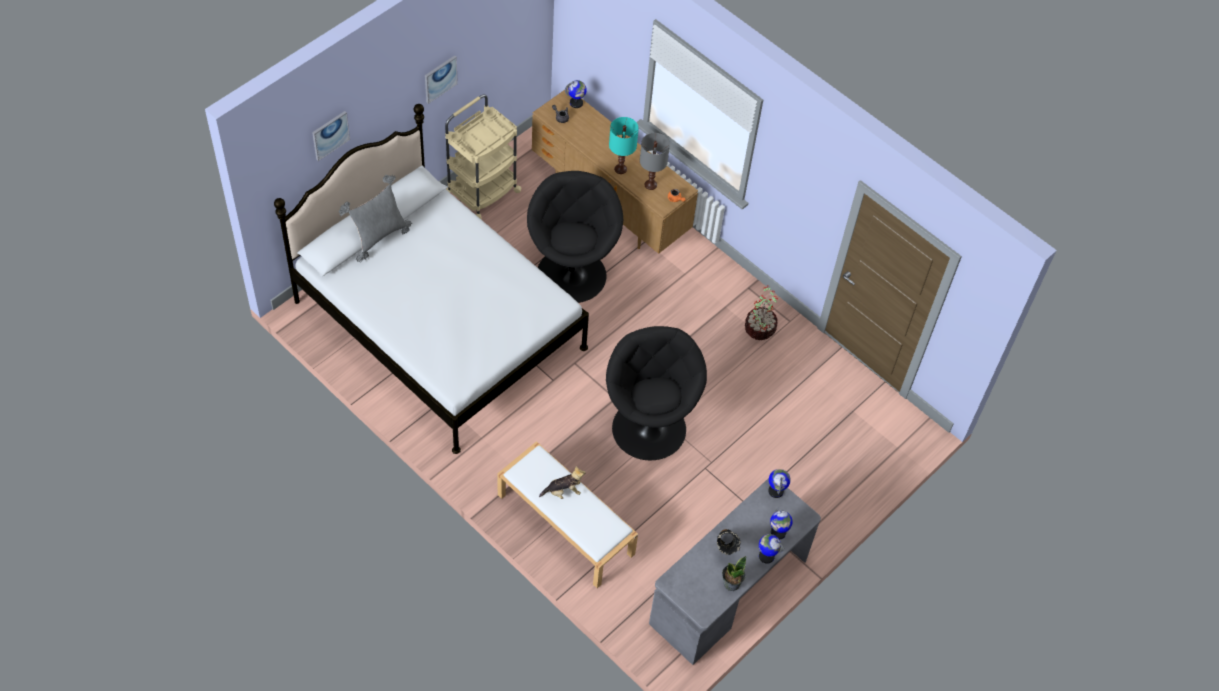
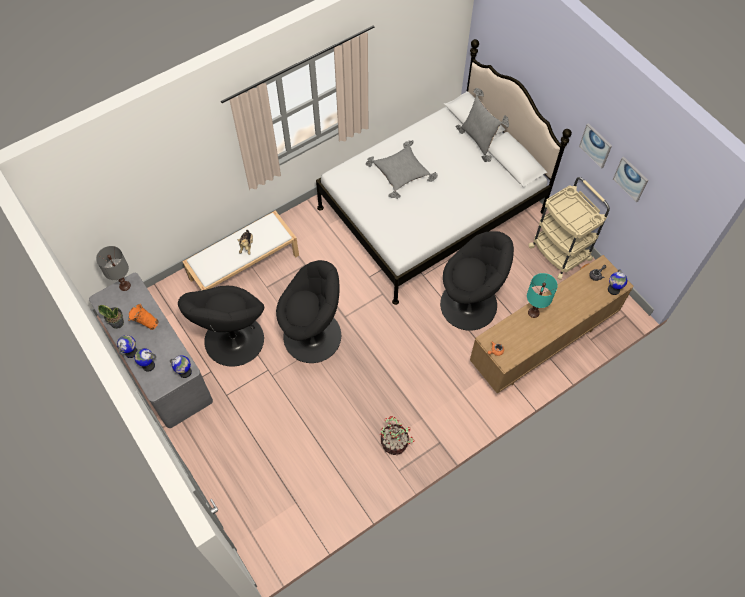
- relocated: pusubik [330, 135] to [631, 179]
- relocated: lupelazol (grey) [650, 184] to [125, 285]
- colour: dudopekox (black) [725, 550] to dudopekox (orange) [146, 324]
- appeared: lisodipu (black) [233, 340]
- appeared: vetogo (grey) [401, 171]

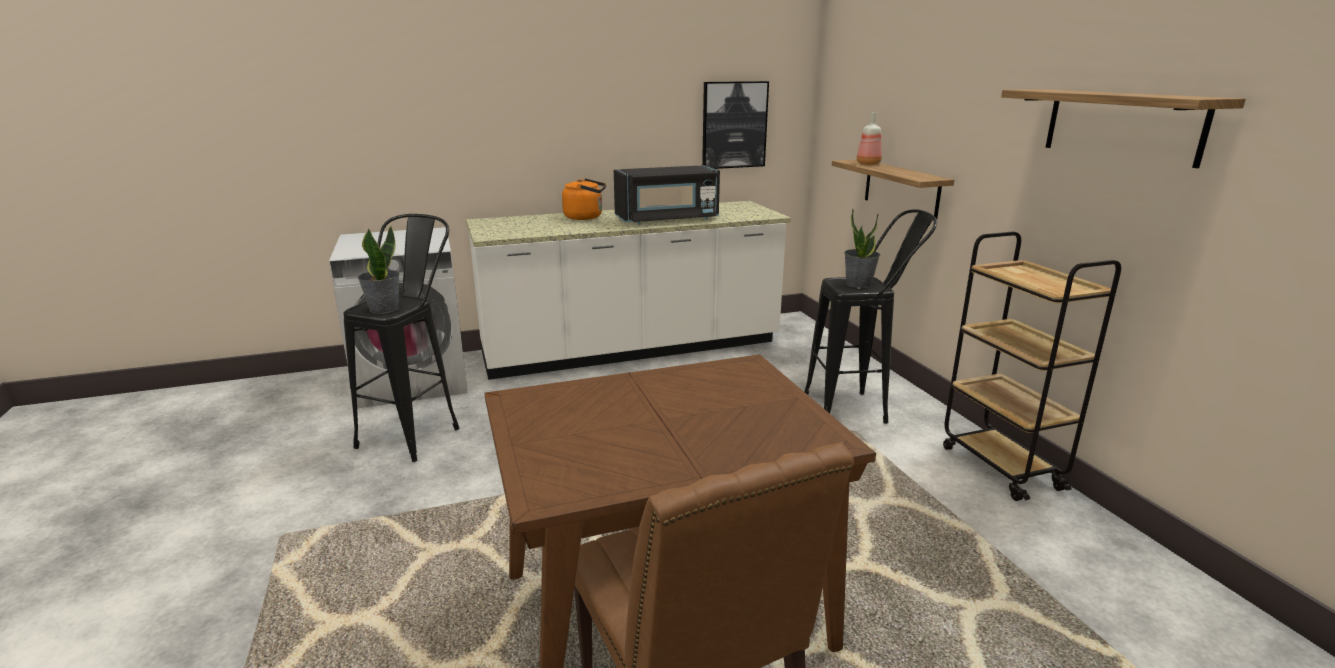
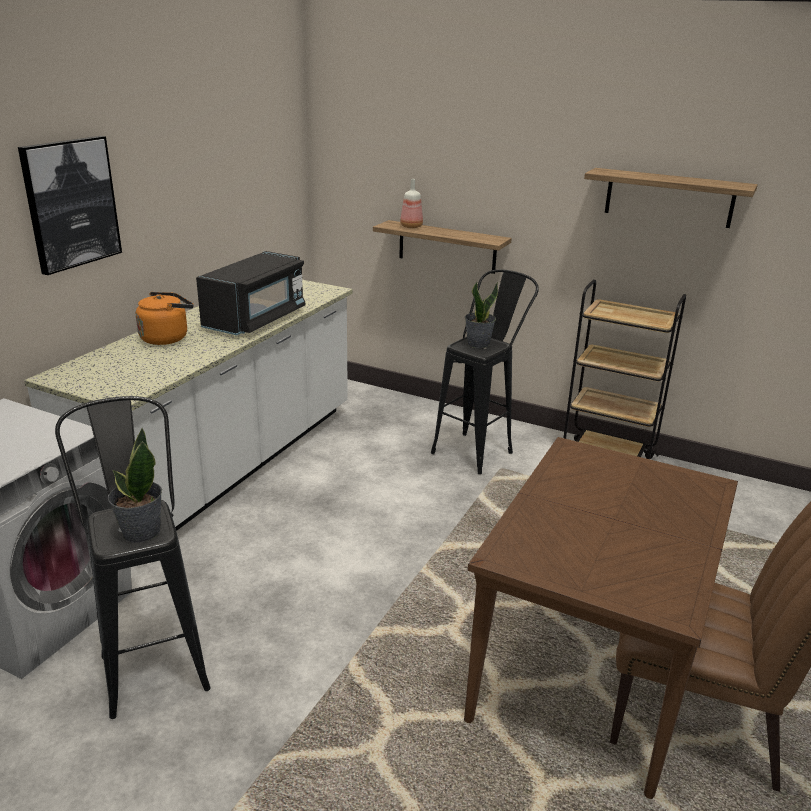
- relocated: pusubik [734, 125] to [71, 203]

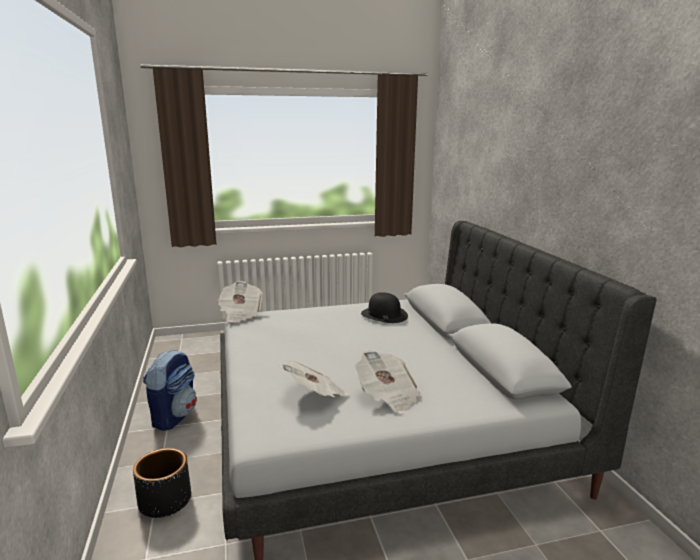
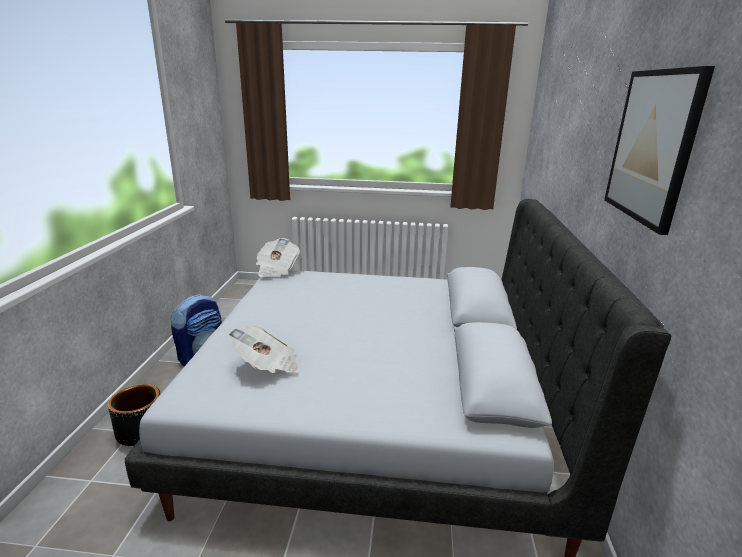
- missing: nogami [387, 396]
- missing: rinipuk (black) [384, 315]
- appeared: pusubik [652, 146]

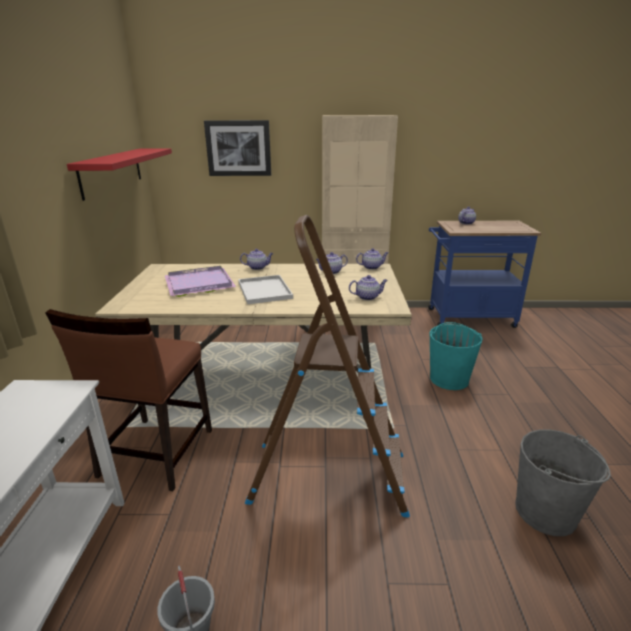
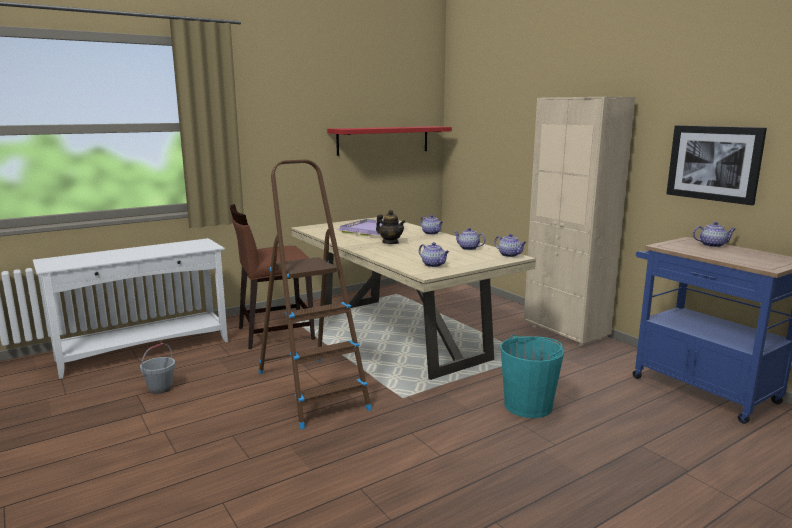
- relocated: pusubik [238, 148] to [714, 163]
- exchanged: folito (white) [263, 290] to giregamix [390, 243]
- missing: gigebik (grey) [546, 512]

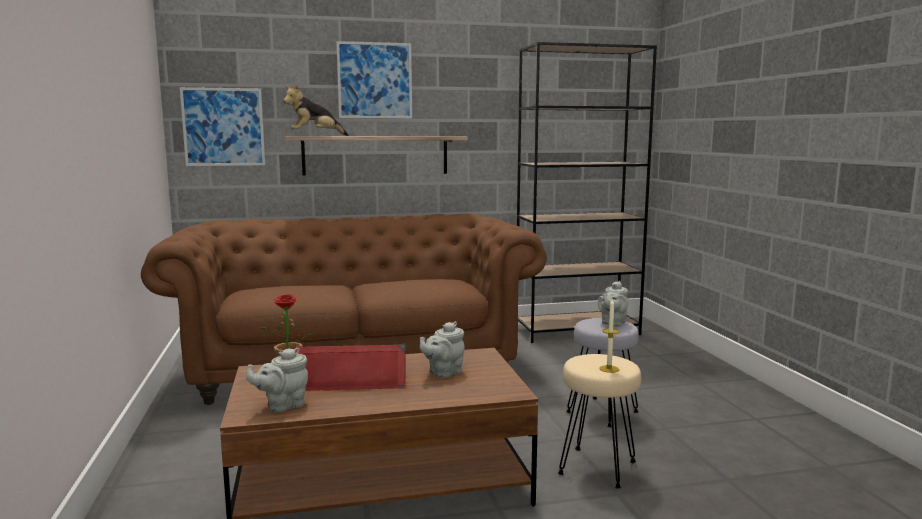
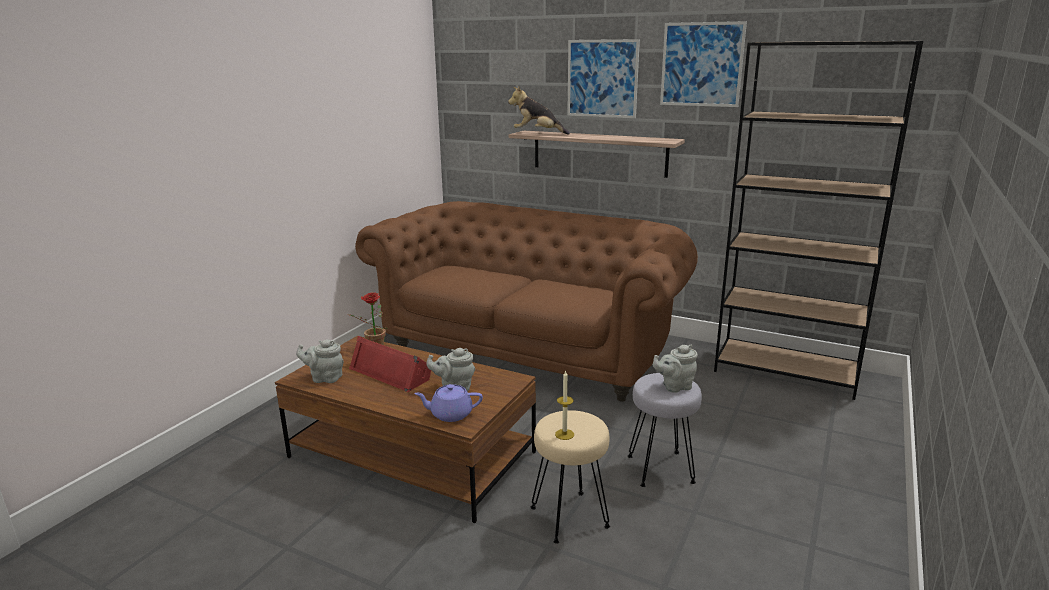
- relocated: pusubik [223, 127] to [701, 64]
- appeared: giregamix (purple) [450, 414]

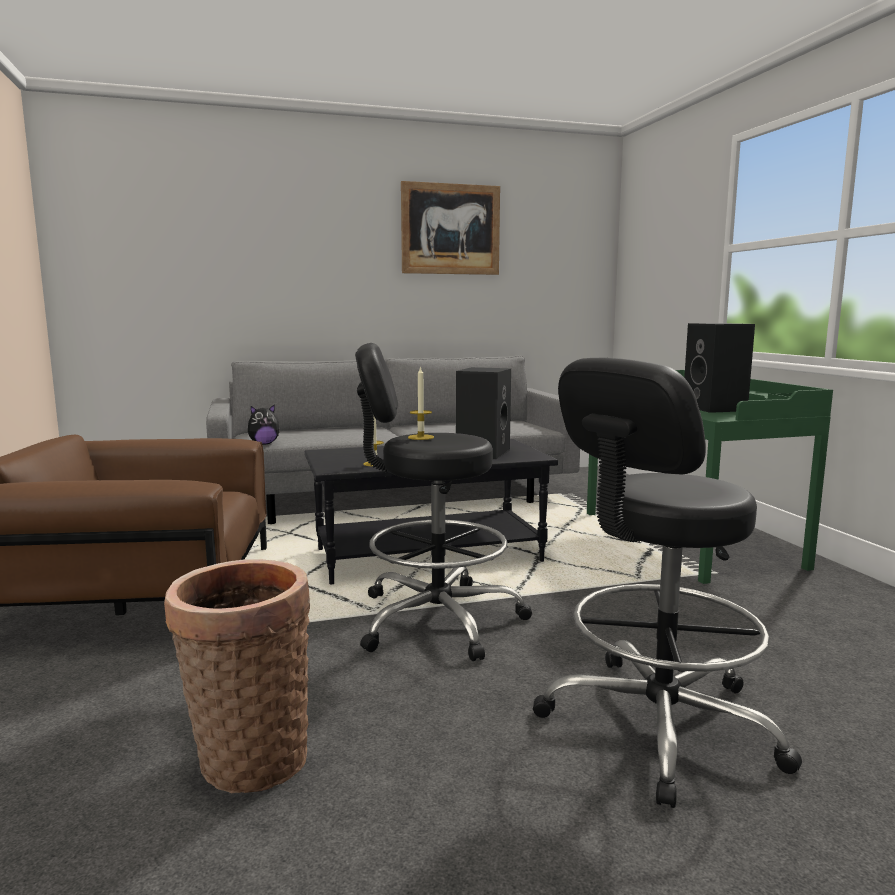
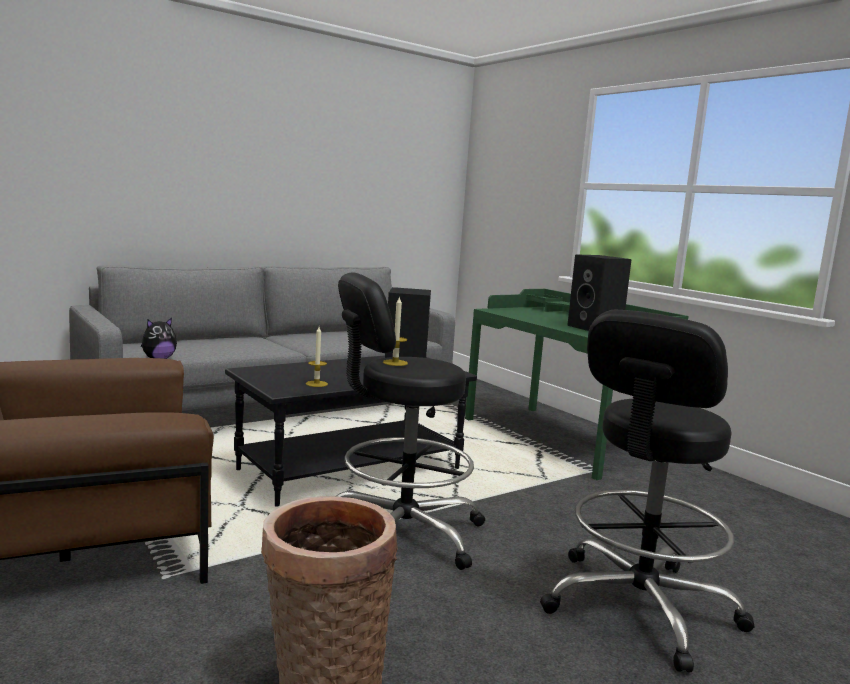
- missing: pusubik [450, 229]

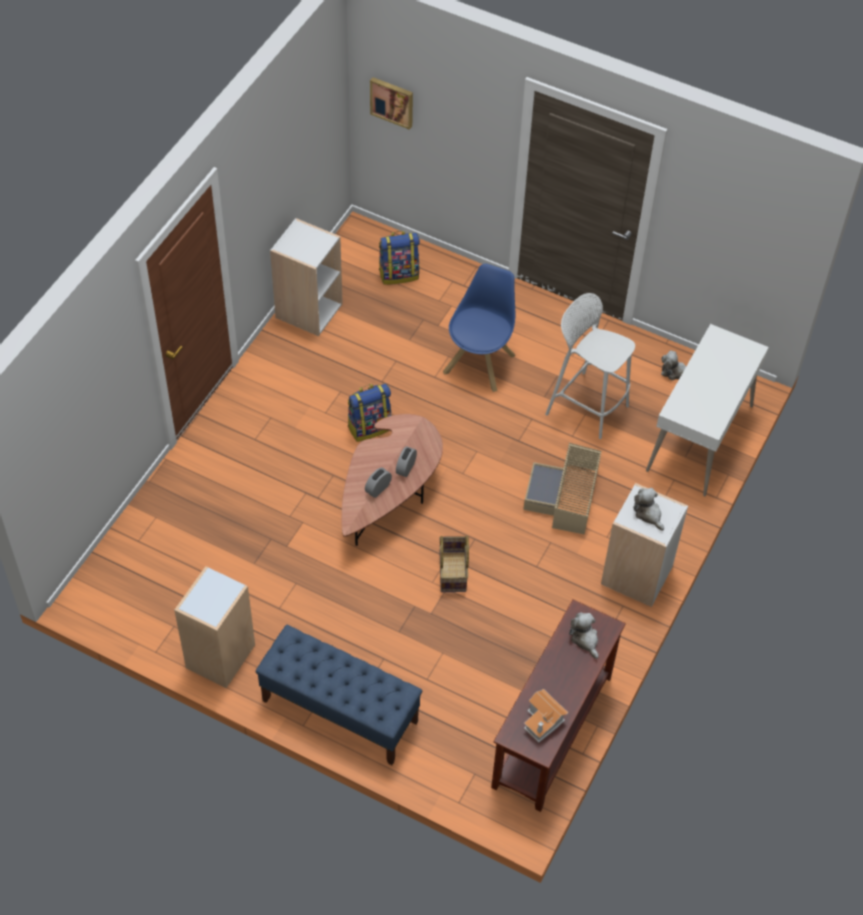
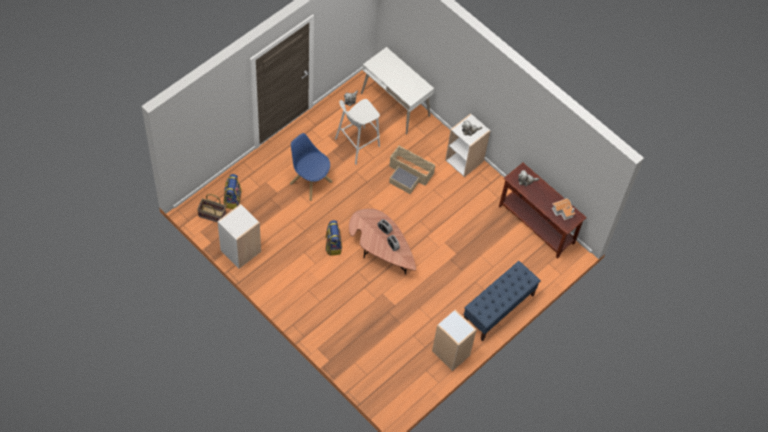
- missing: pusubik [392, 101]
- relocated: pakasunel [453, 572] to [212, 214]

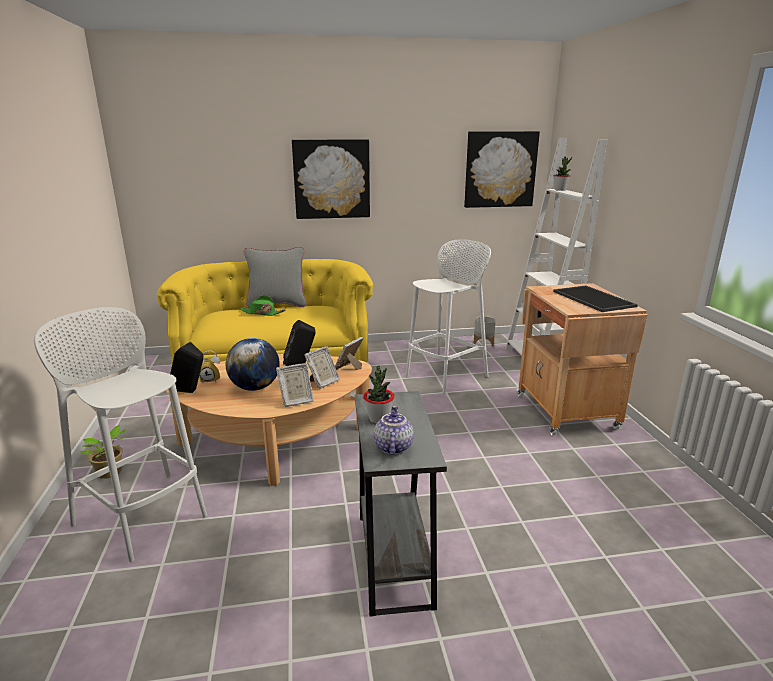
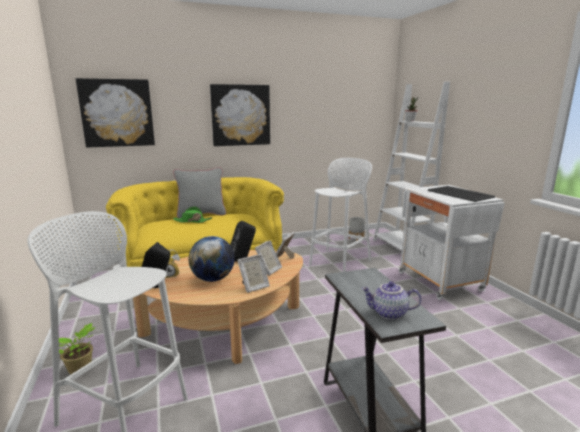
- missing: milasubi [379, 419]
- spun: giregamix [392, 446] = [389, 313] 75 degrees counterclockwise
- relocated: pusubik [500, 169] to [117, 113]
- colour: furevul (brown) [566, 413] to furevul (white) [440, 283]

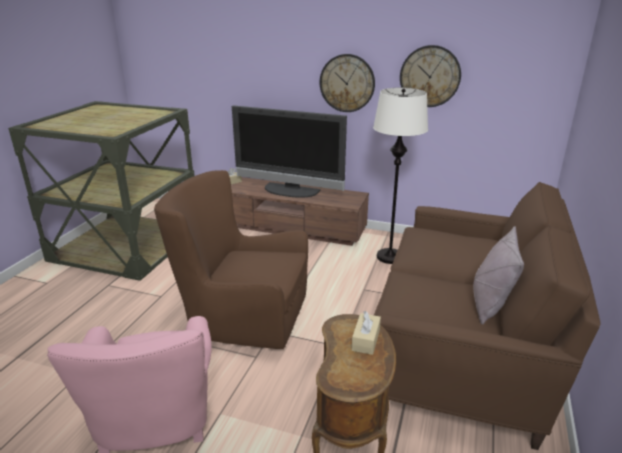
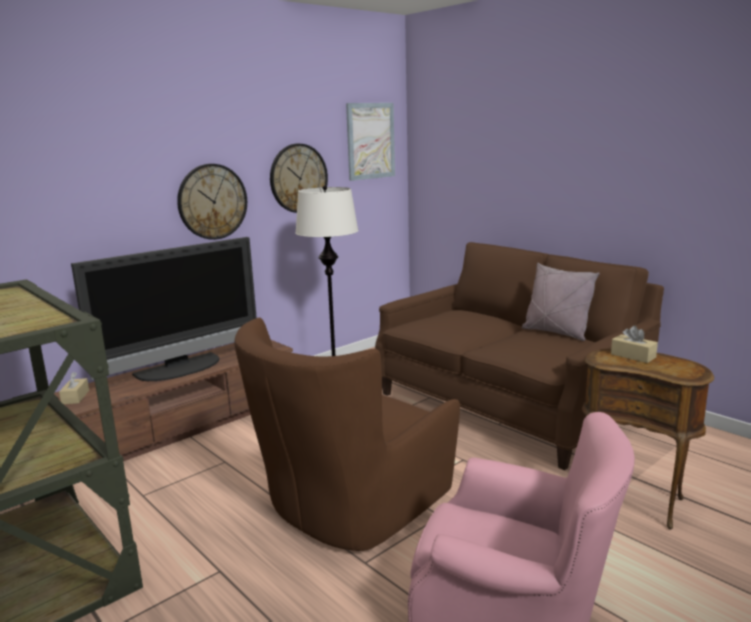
- appeared: pusubik [370, 141]

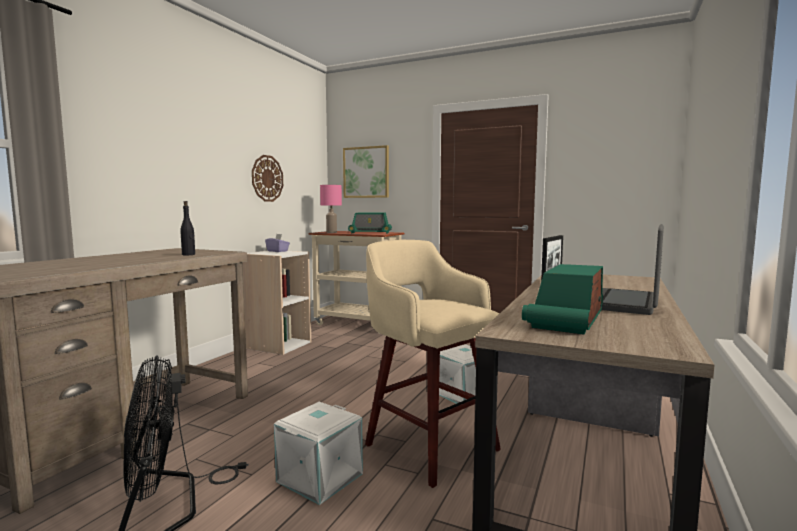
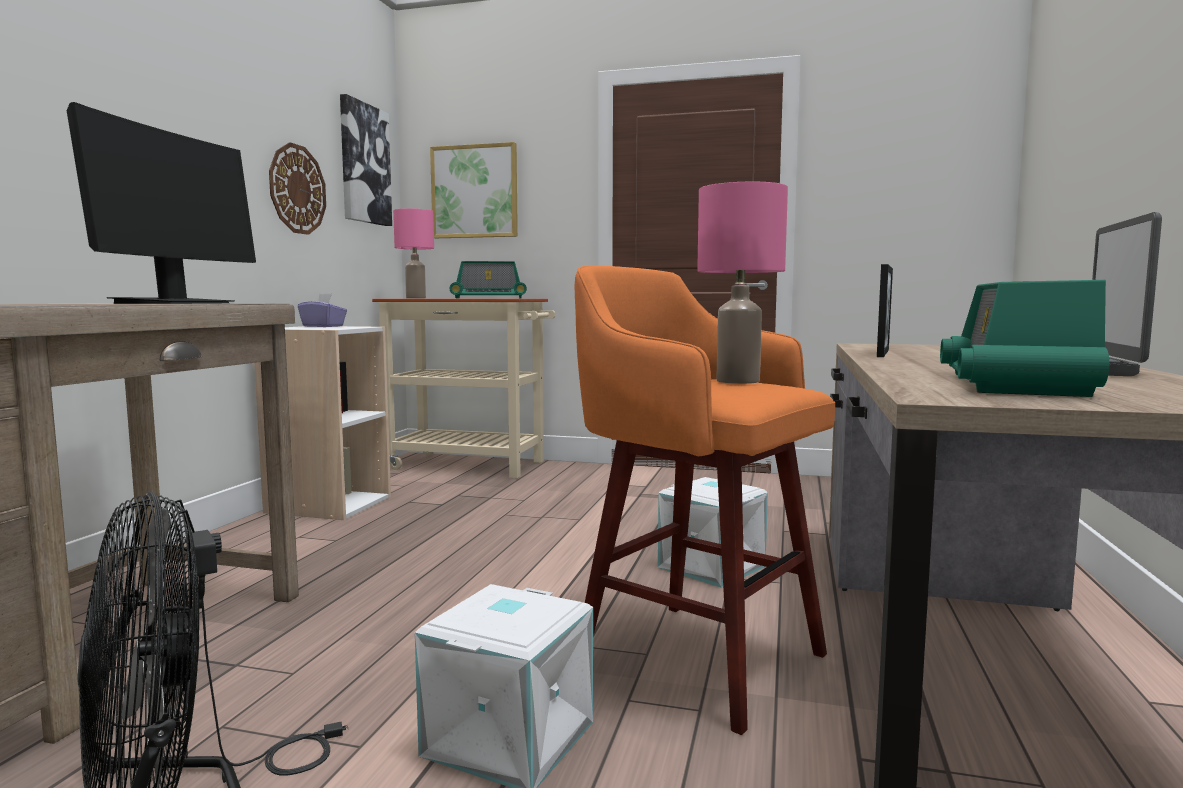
- exchanged: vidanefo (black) [188, 254] to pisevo [174, 303]
- colour: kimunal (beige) [429, 445] to kimunal (orange) [694, 657]
- appeared: pusubik [364, 164]
- appeared: lupelazol (pink) [737, 381]

